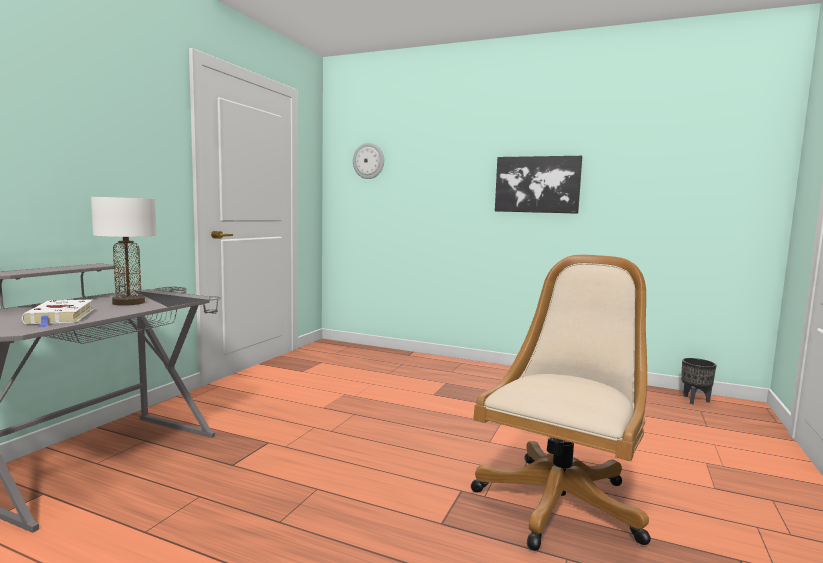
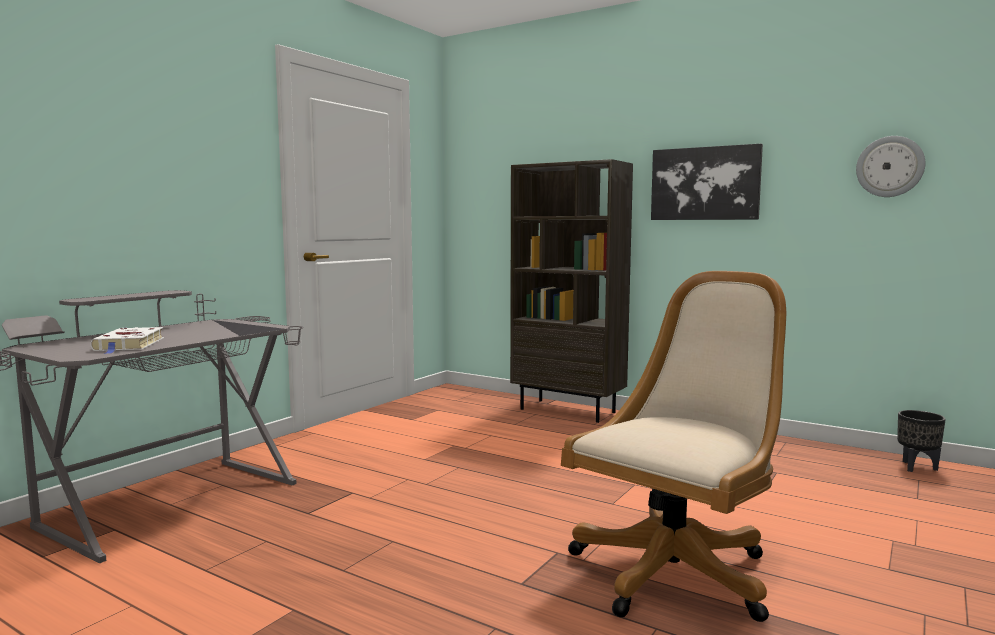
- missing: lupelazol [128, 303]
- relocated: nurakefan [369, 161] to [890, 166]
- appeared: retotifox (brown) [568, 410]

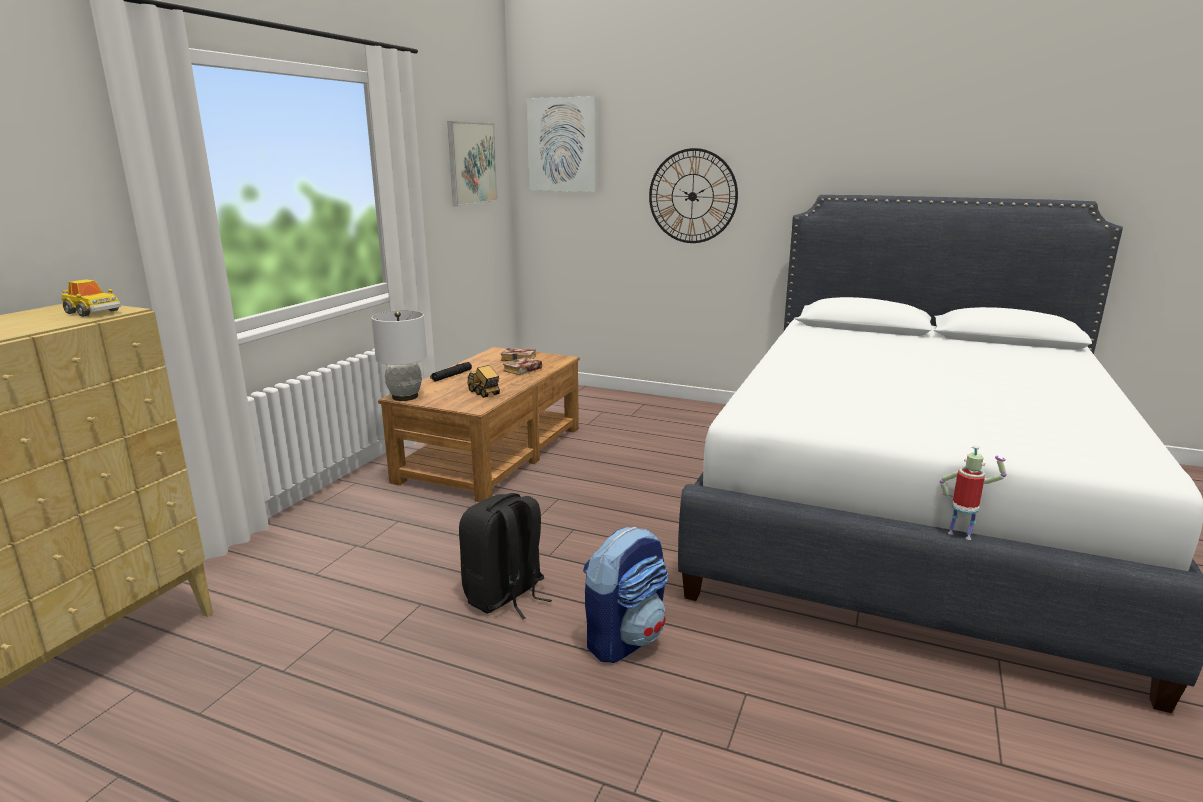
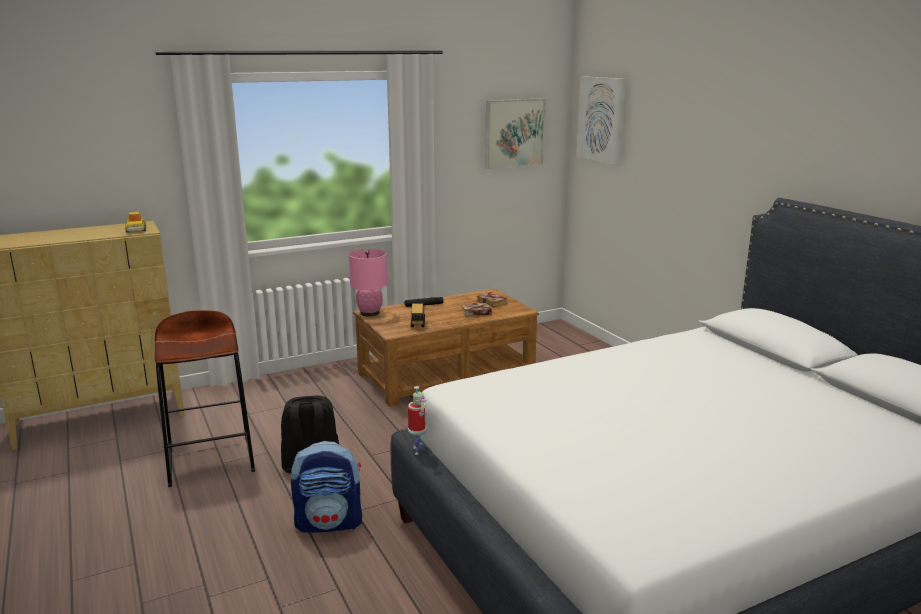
- colour: lupelazol (white) [405, 396] to lupelazol (pink) [370, 313]
- missing: nurakefan [692, 196]
- relocated: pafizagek [961, 534] to [418, 450]
- appeared: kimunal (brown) [211, 459]

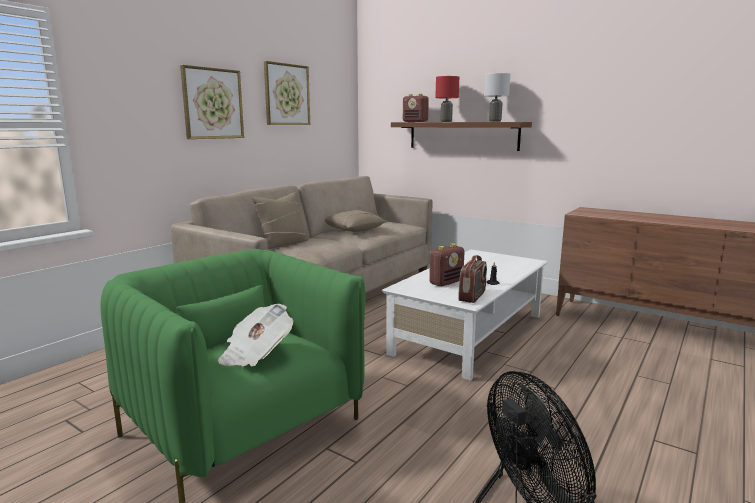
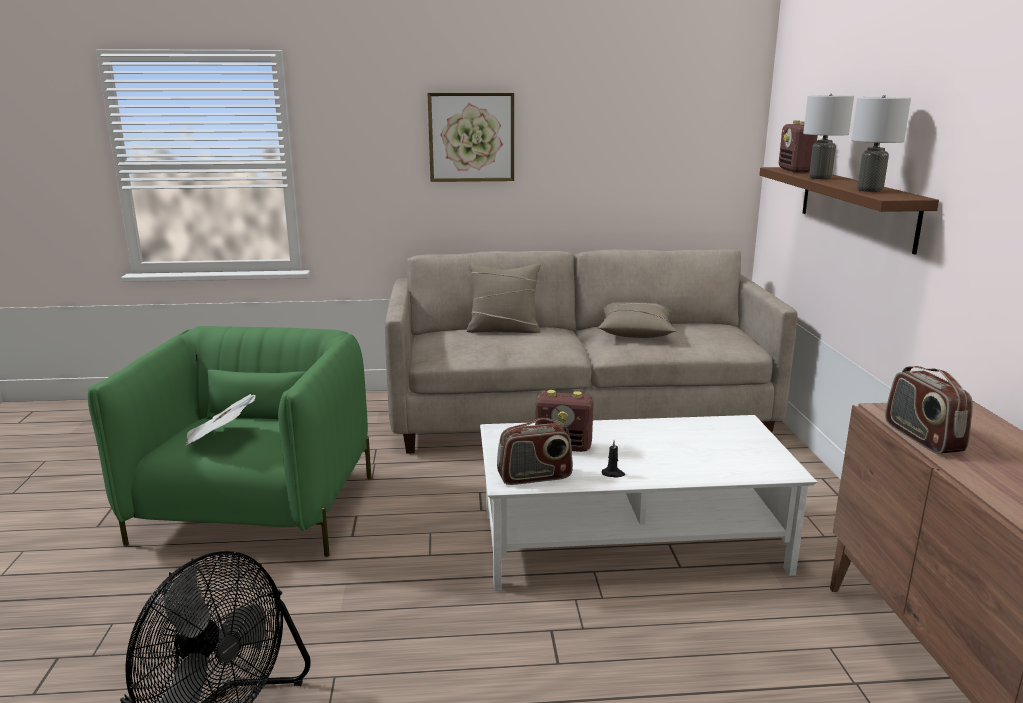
- missing: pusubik [287, 94]
- colour: lupelazol (red) [445, 121] to lupelazol (white) [819, 178]
- appeared: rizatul [922, 438]

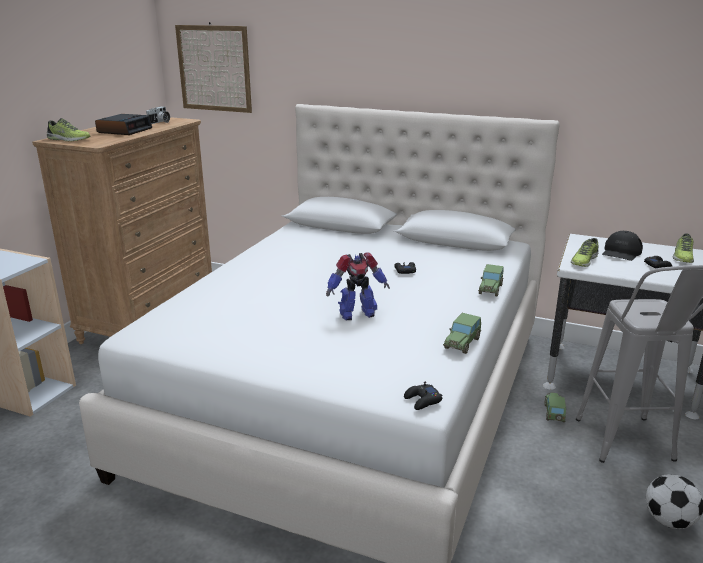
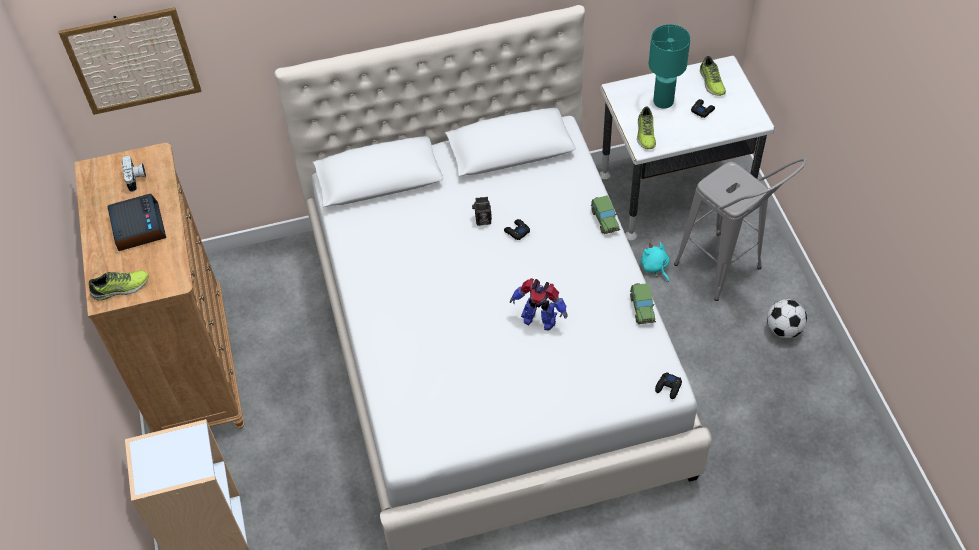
- spun: pafizagek [356, 314] = [539, 319] 75 degrees clockwise
- exchanged: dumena [554, 413] to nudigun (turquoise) [655, 267]
- exchanged: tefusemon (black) [621, 252] to lupelazol (turquoise) [663, 101]
- appeared: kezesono [482, 220]

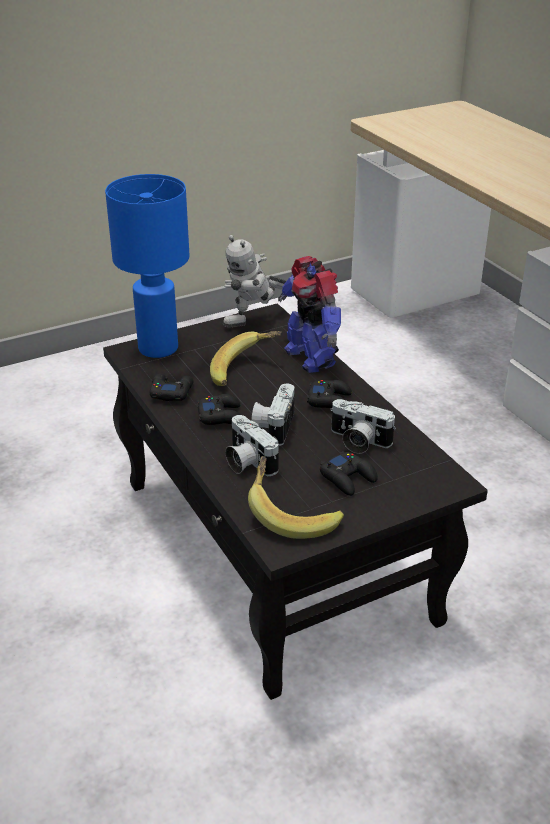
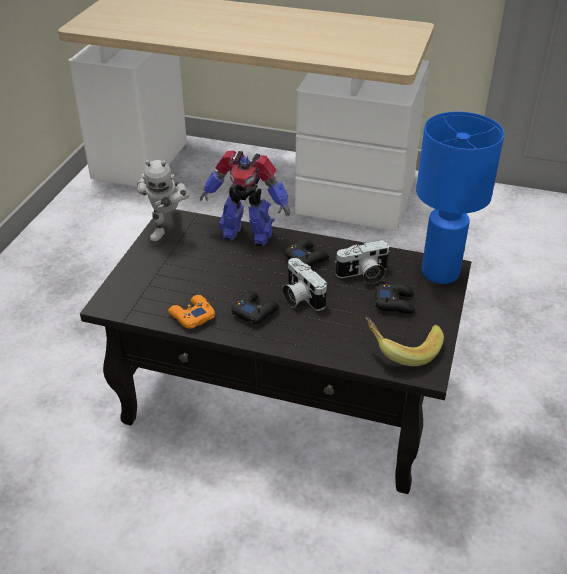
- relocated: lupelazol (blue) [157, 348] to [440, 273]
- colour: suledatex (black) [171, 392] to suledatex (orange) [192, 316]
- missing: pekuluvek [246, 372]
- missing: kezesono [247, 462]

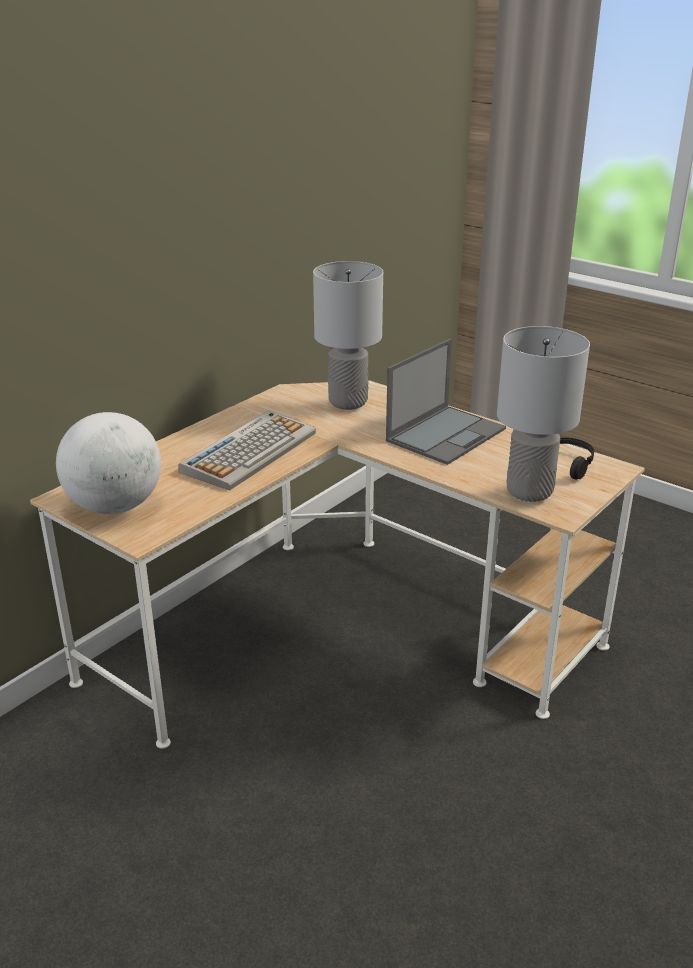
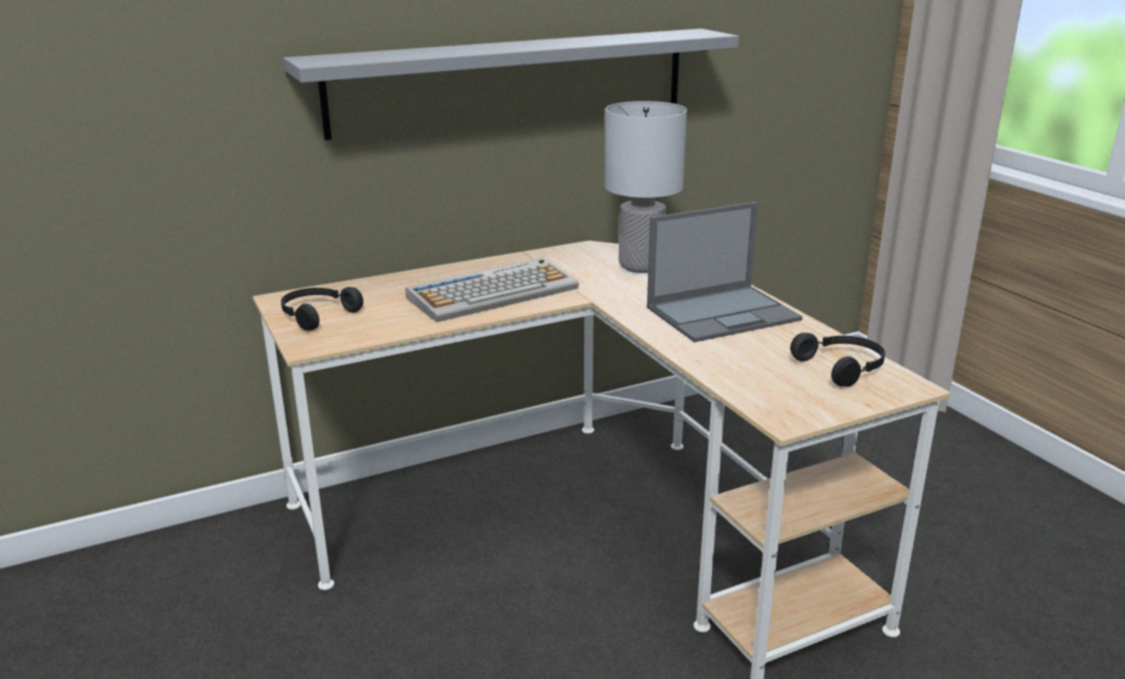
- exchanged: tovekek [115, 506] to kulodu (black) [316, 315]
- missing: lupelazol (grey) [529, 495]
- appeared: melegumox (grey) [512, 81]

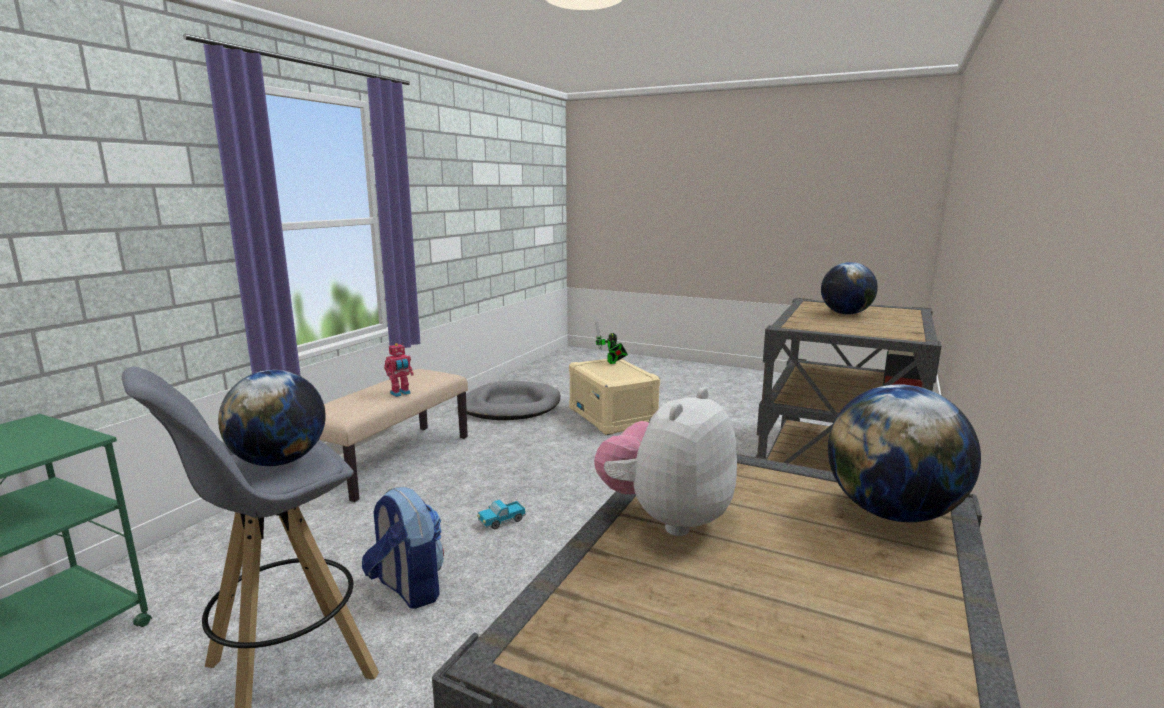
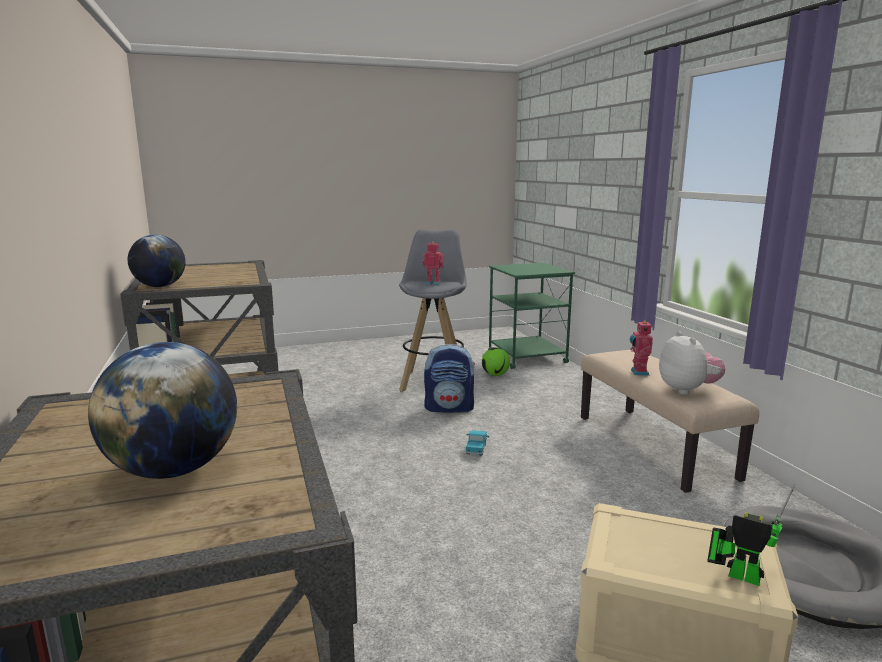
- exchanged: tovekek [280, 461] to pafizagek [433, 283]
- relocated: nudigun [666, 518] to [687, 390]
- appeared: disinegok [495, 375]

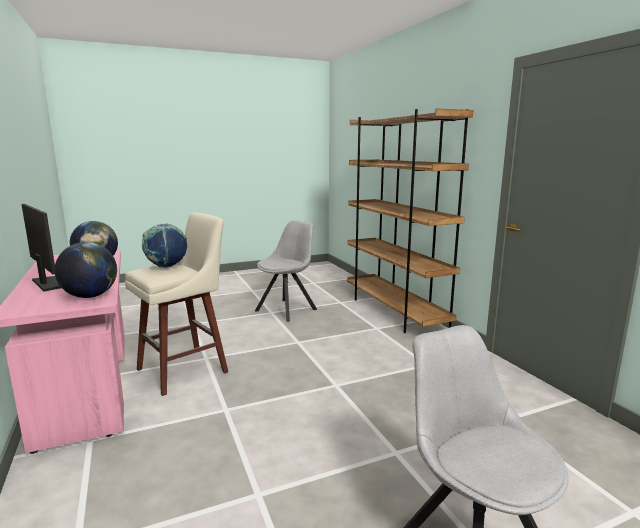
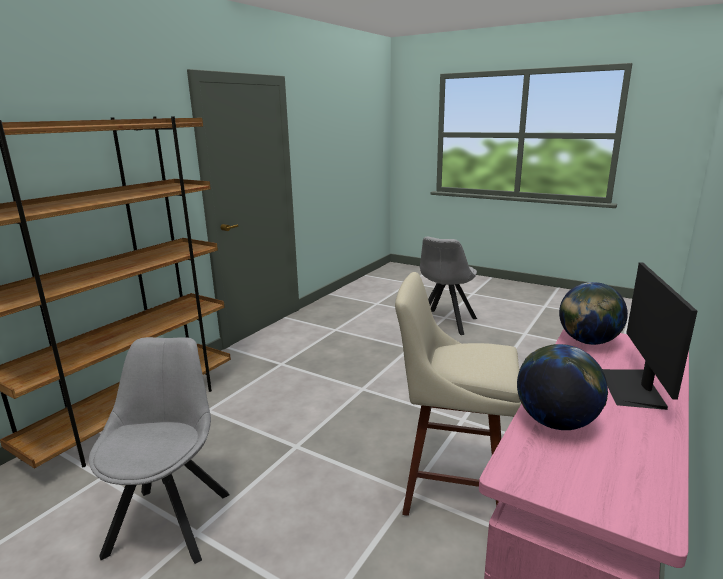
- missing: tovekek [166, 267]
- spun: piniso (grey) [287, 309] = [170, 520] 90 degrees clockwise

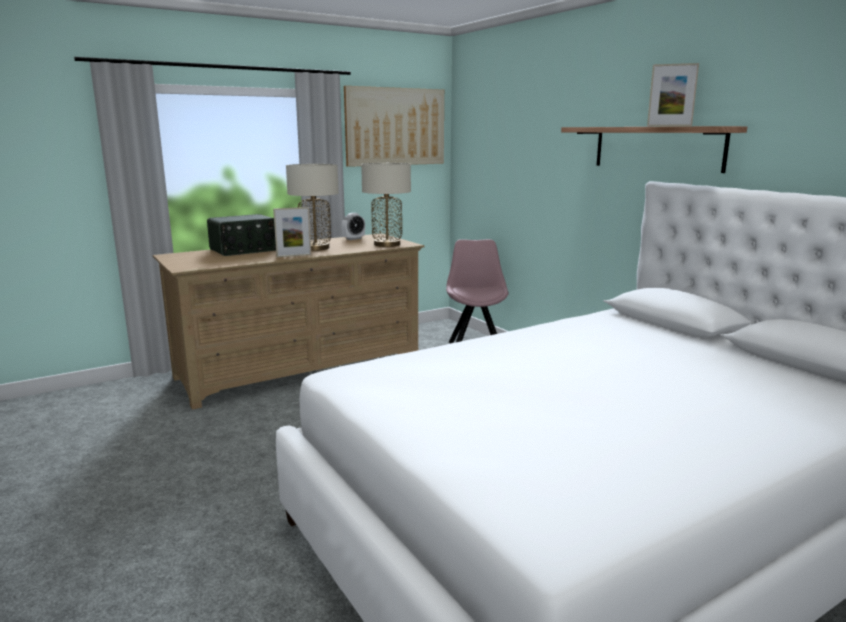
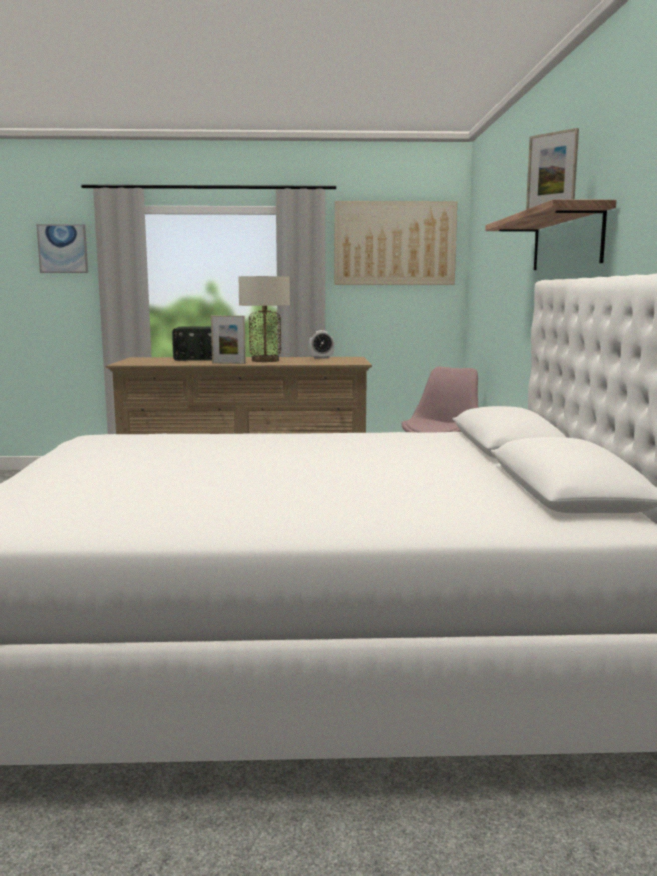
- missing: lupelazol [387, 244]
- appeared: pusubik [63, 248]

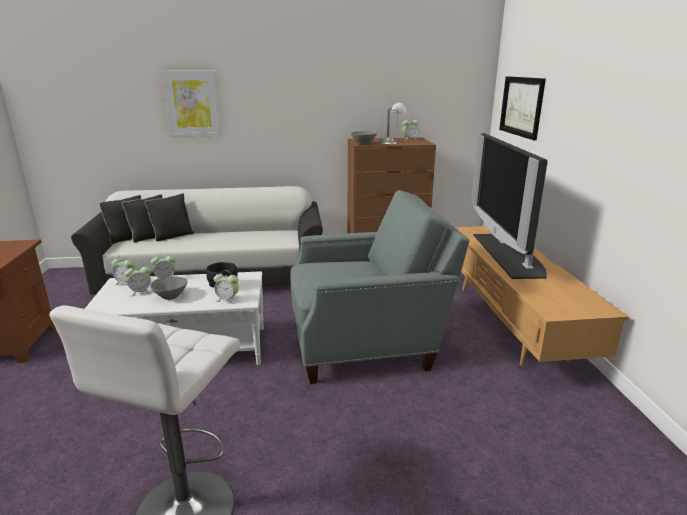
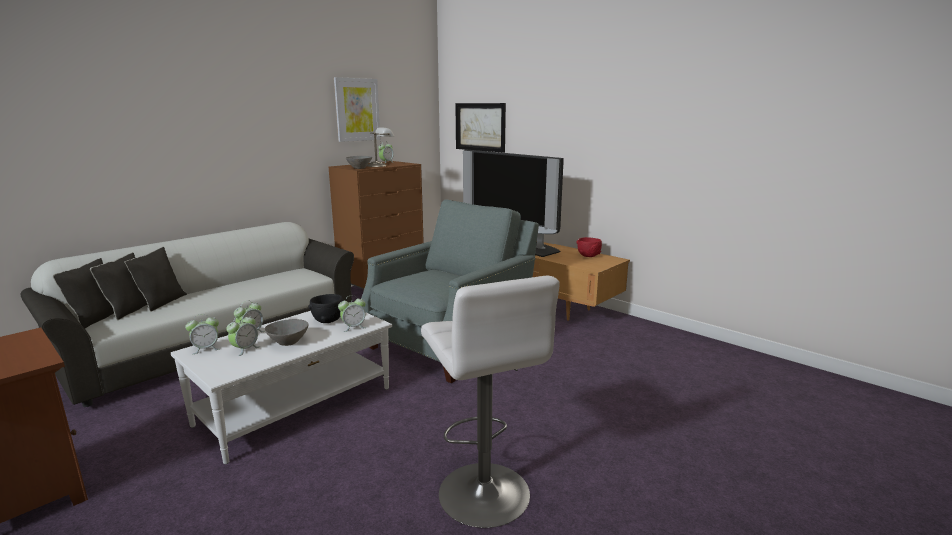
- relocated: pusubik [192, 104] to [357, 109]
- appeared: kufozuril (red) [588, 256]

